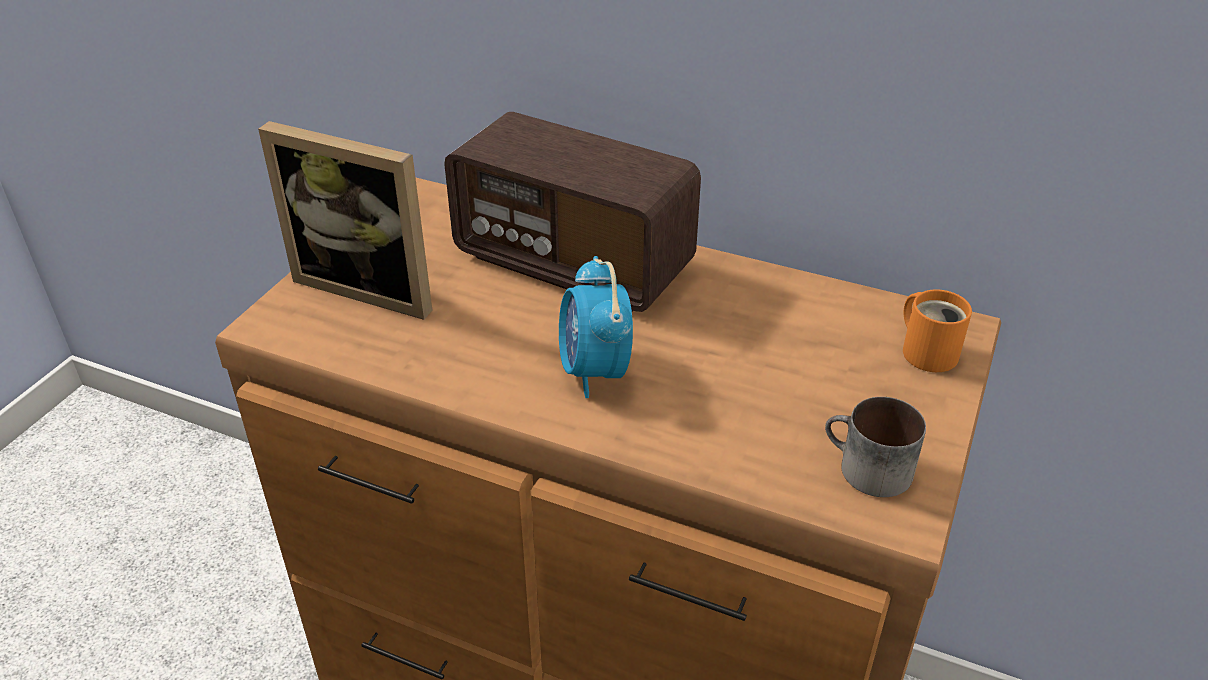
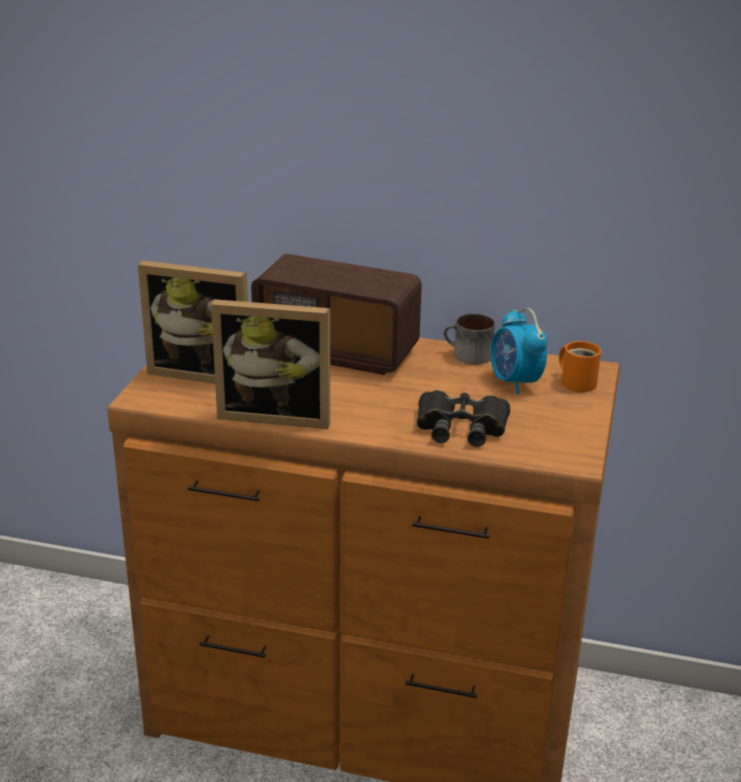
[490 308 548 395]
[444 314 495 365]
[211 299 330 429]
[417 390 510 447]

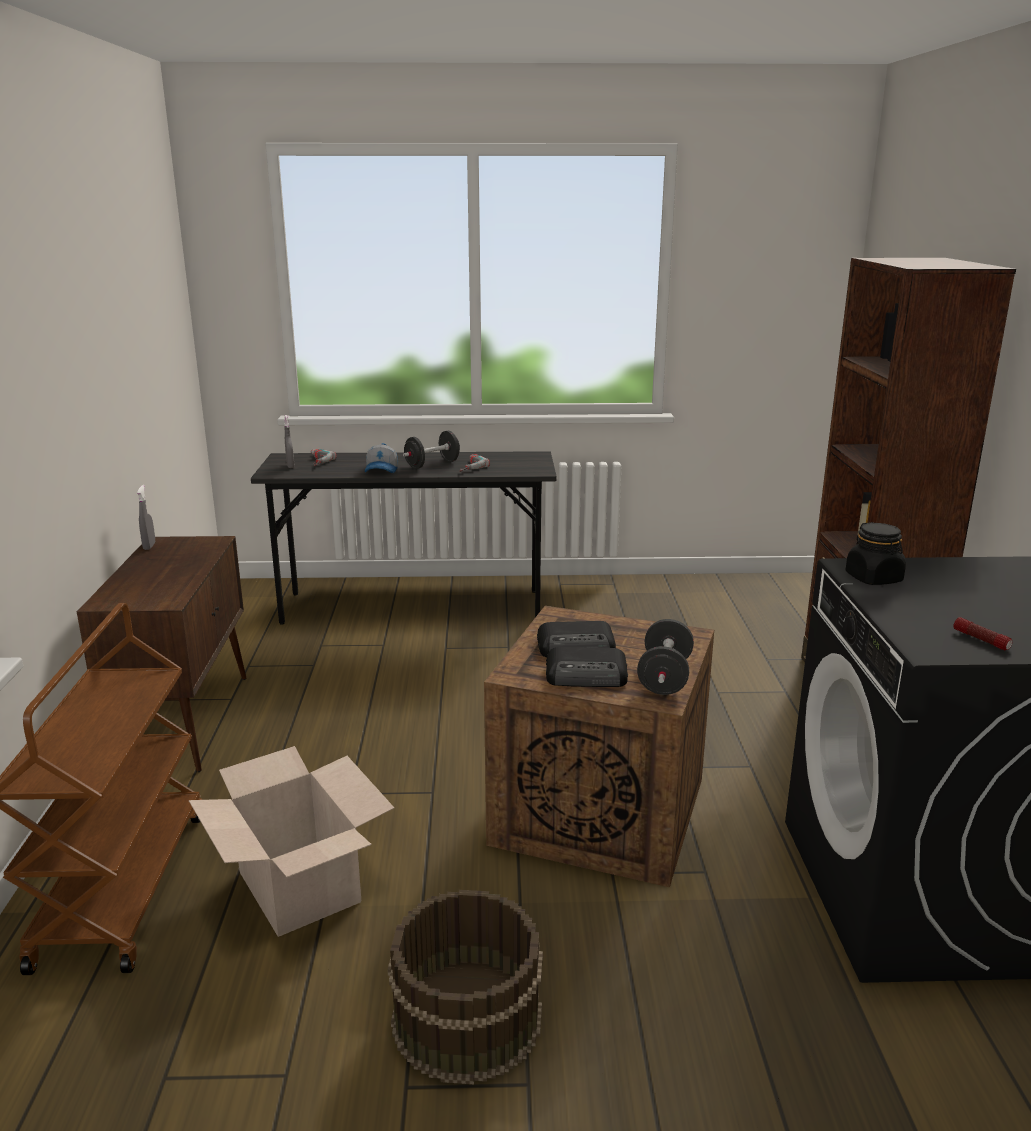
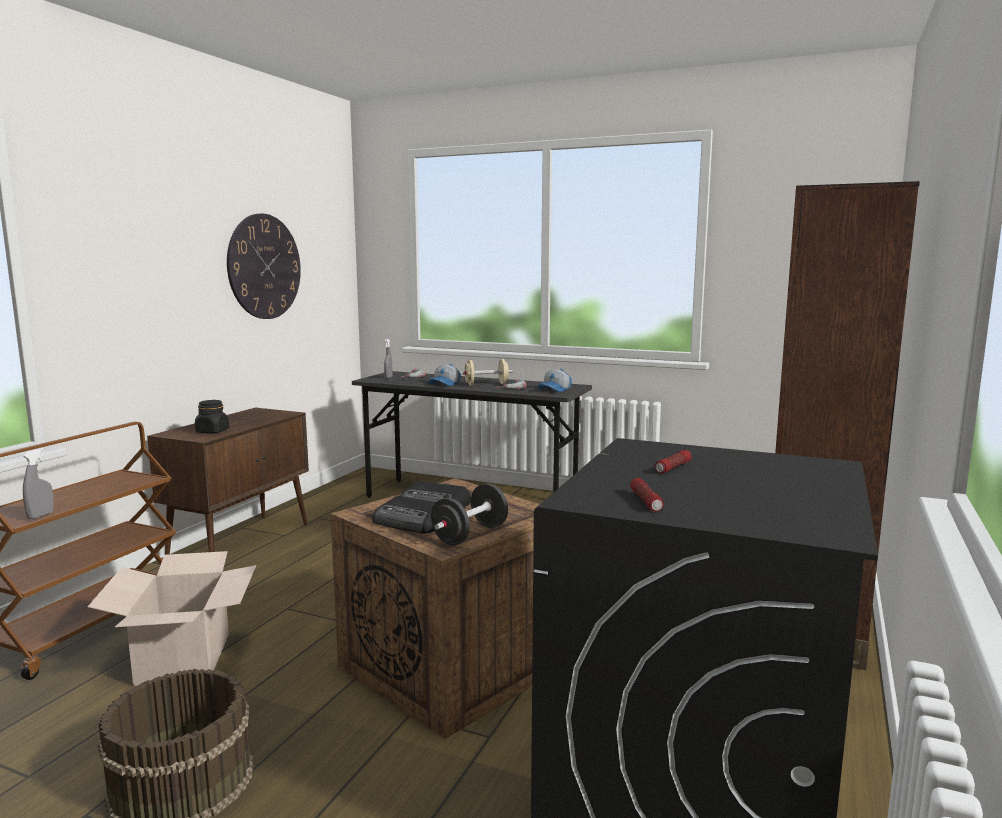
[460 359 513 385]
[23 448 54 519]
[195 400 229 434]
[227 214 301 319]
[538 369 572 392]
[655 450 692 474]

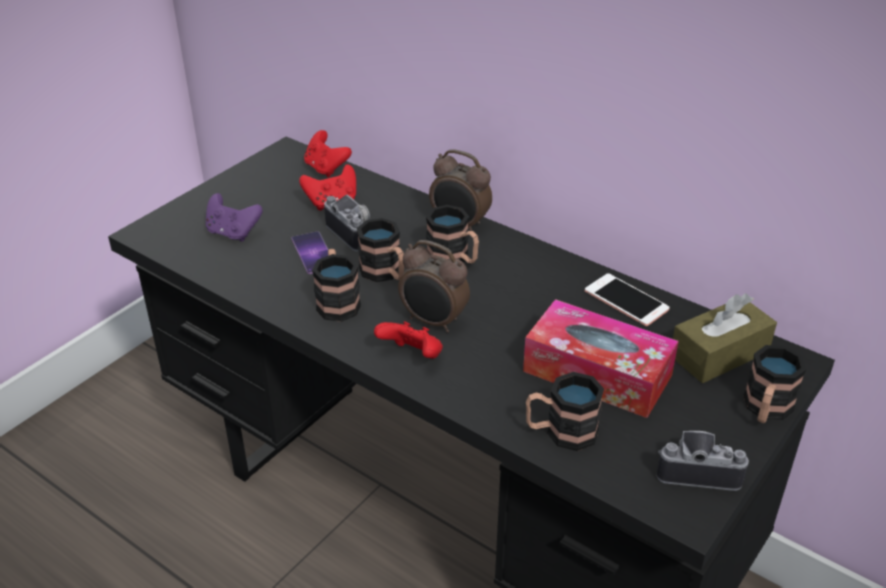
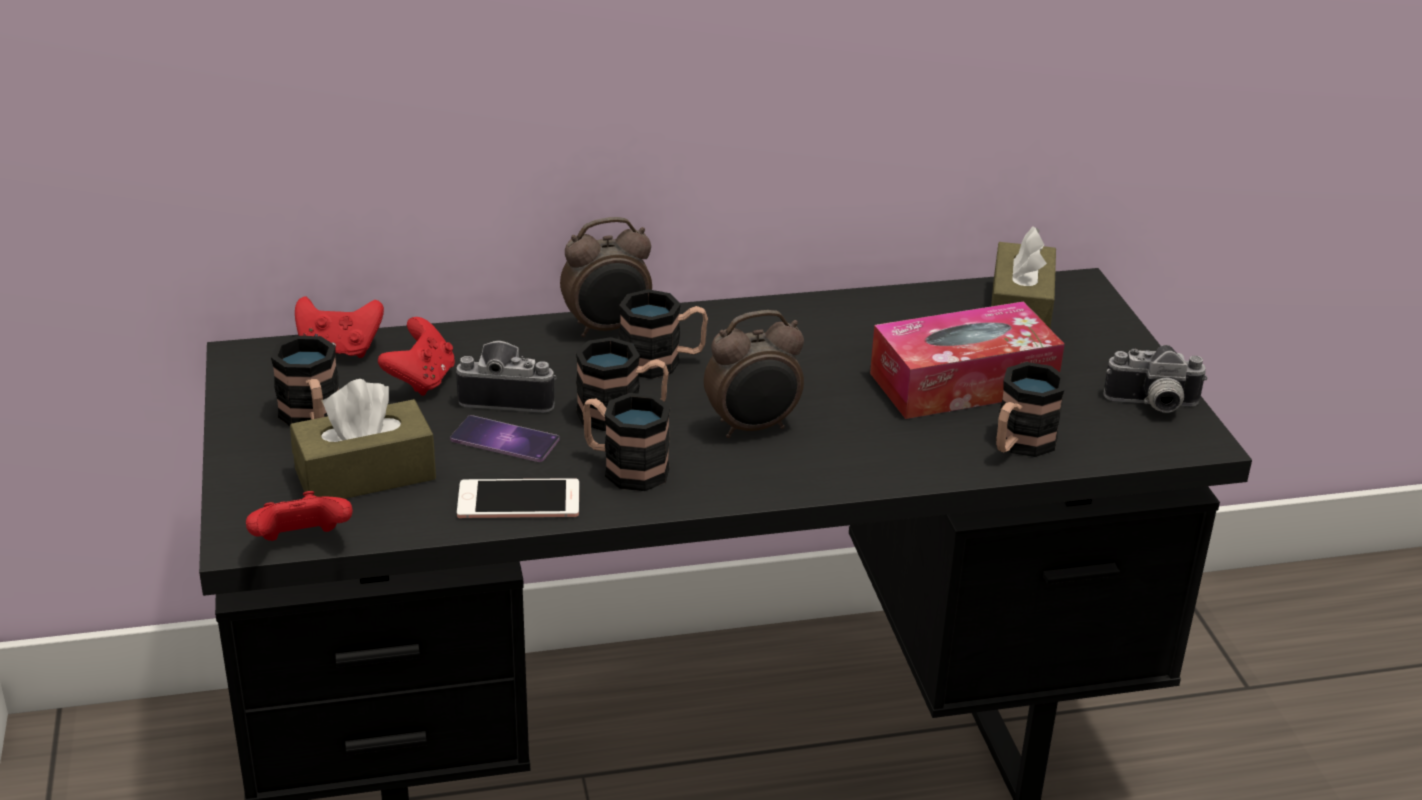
[290 379 436 499]
[457 478 579 518]
[246 491 353 541]
[271 336 339 426]
[1103 345 1208 413]

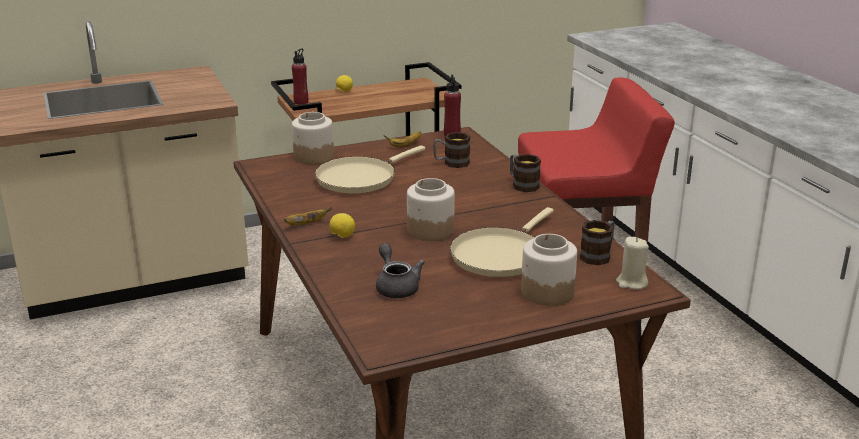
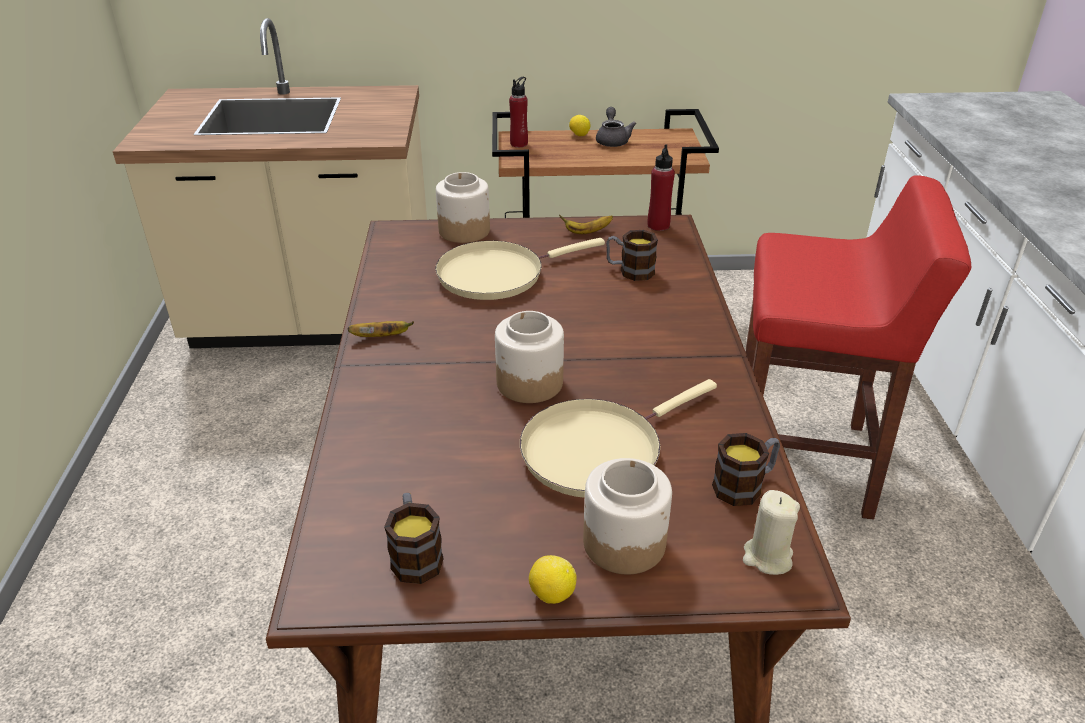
[384 493 444 584]
[529 555 577 604]
[596 107 636 147]

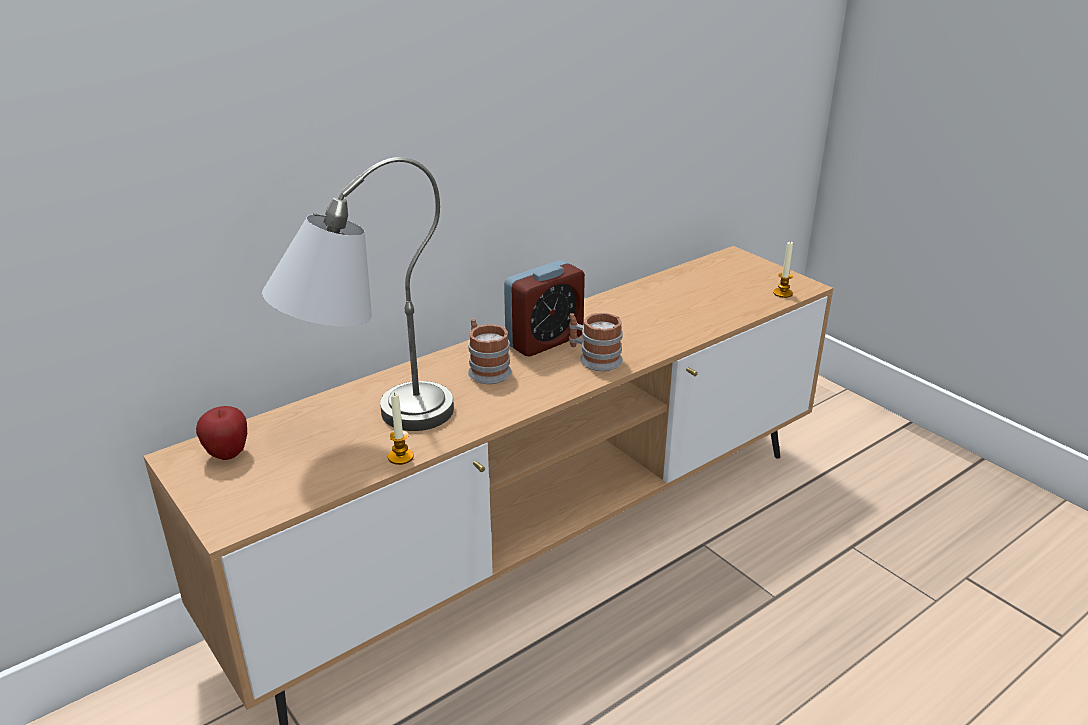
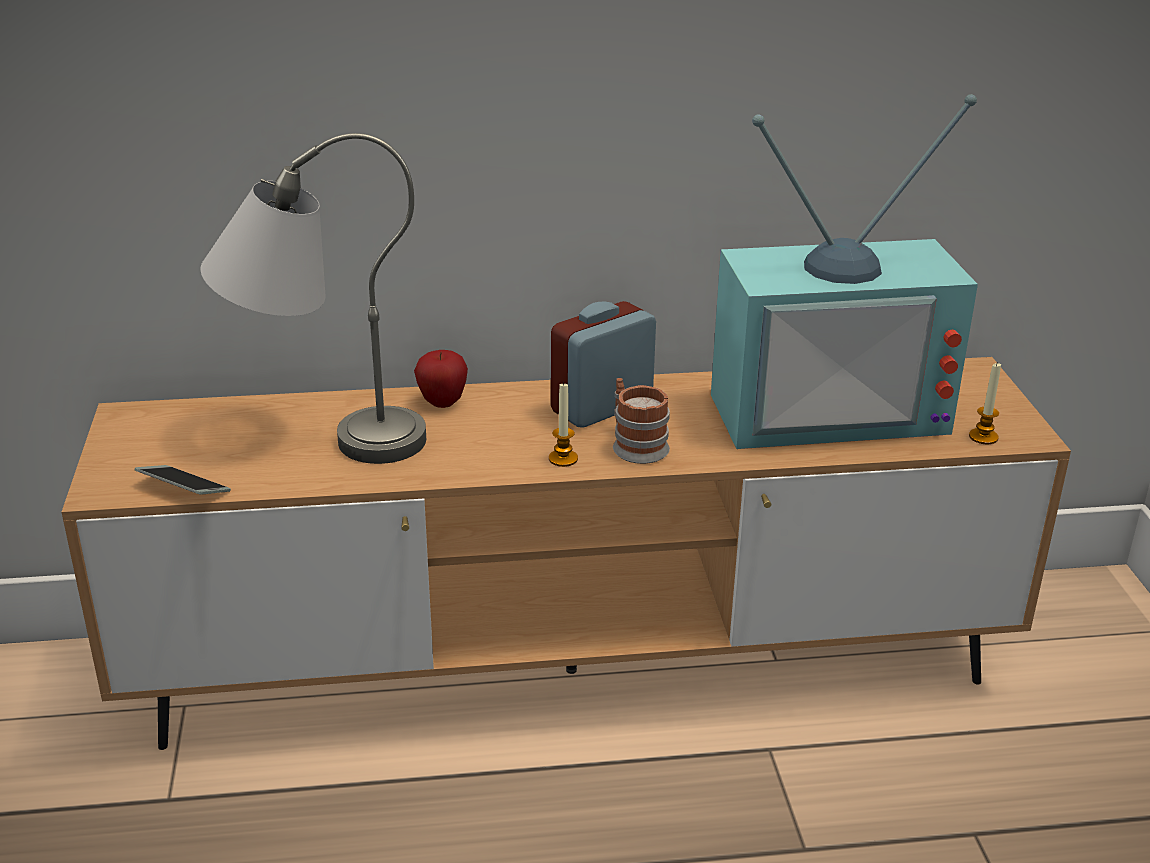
[551 301 656 428]
[468 319 512 384] (first image)
[549 382 578 467]
[414 350 468 408]
[711 94 978 449]
[135 465 231 495]

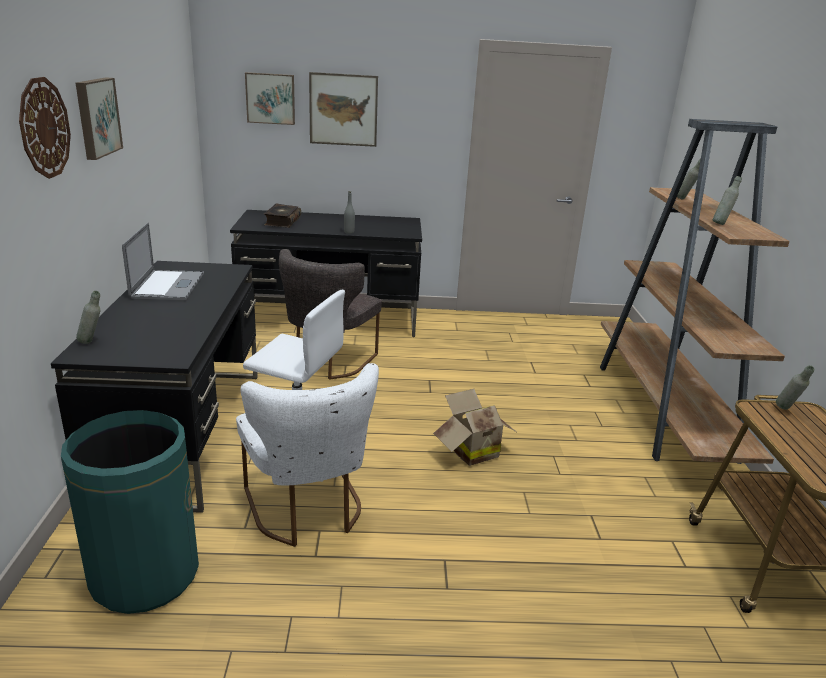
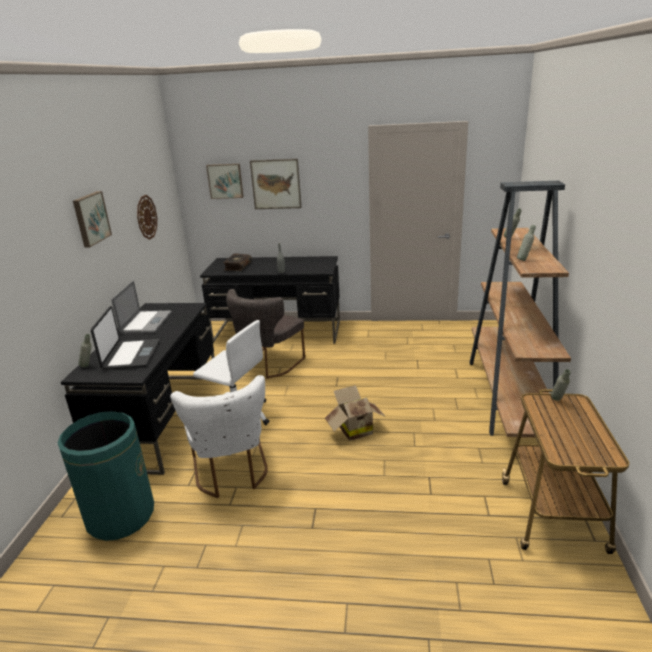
[137 195 157 240]
[91 306 160 370]

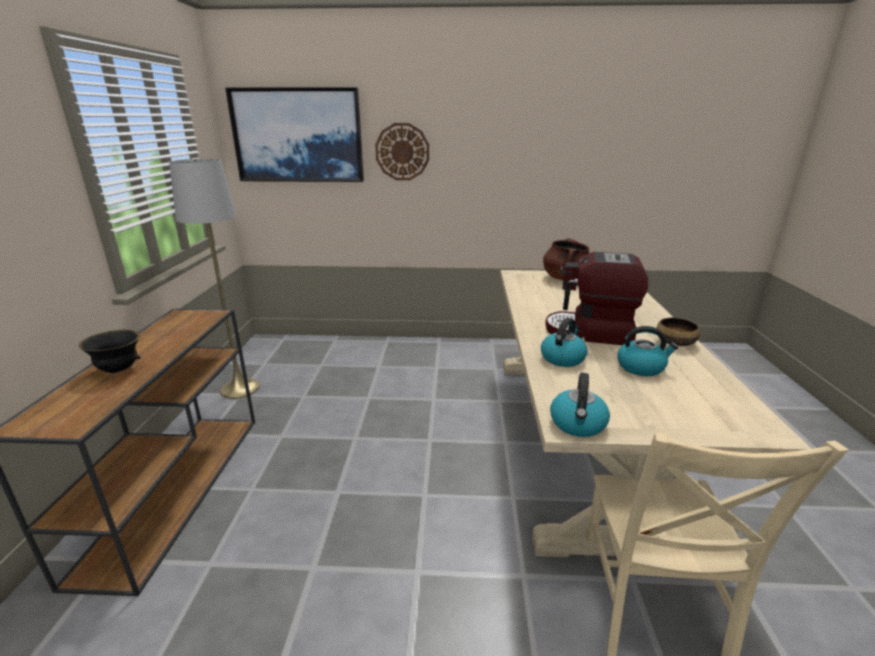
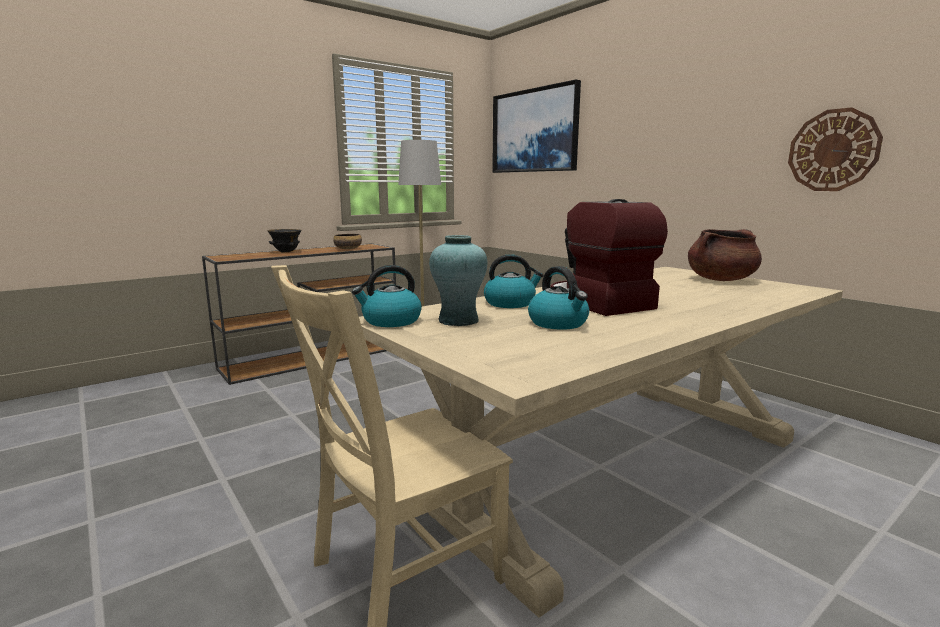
[788 107 883 191]
[333 234 362 249]
[429 235 487 326]

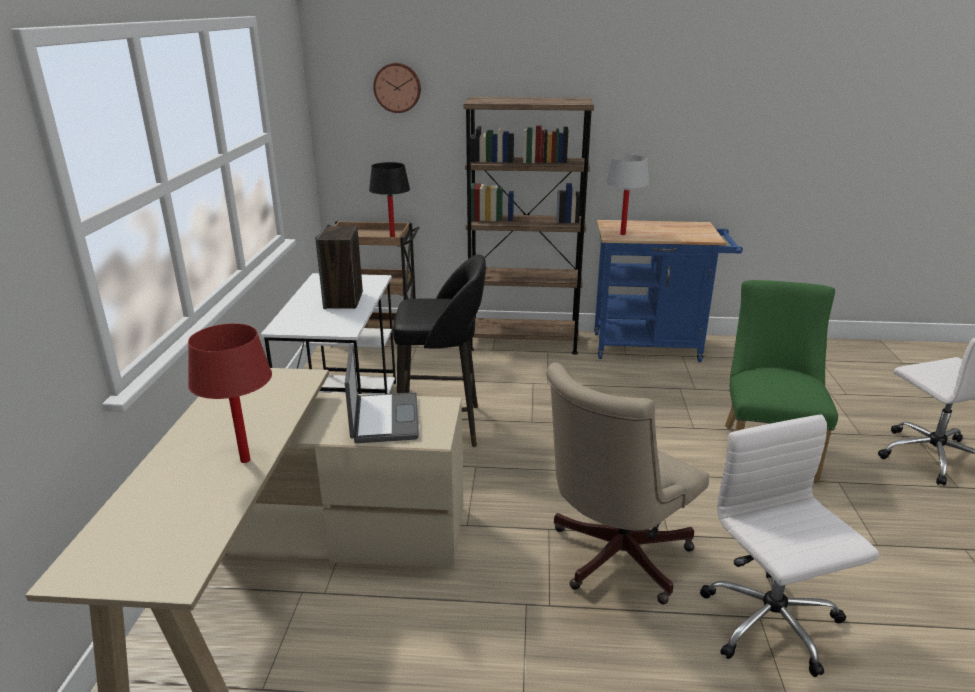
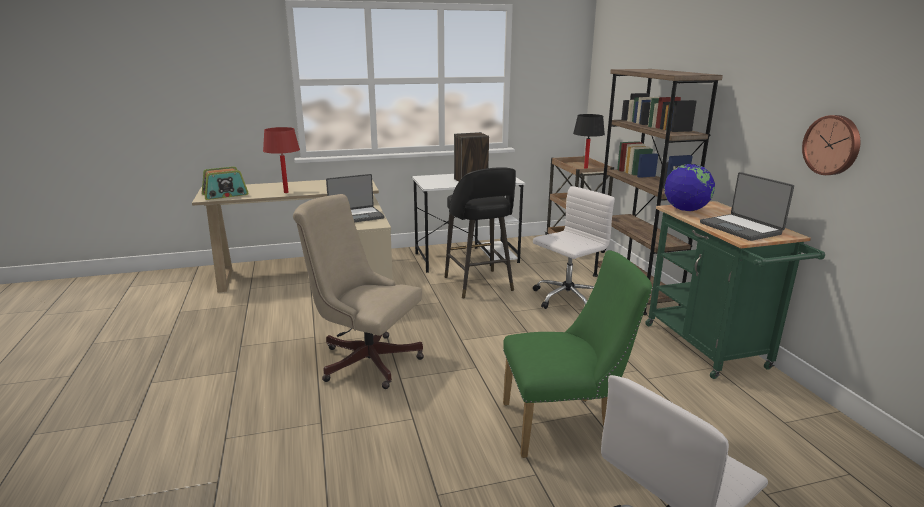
[802 115 860 175]
[664 164 715 211]
[645 201 825 379]
[533 186 615 309]
[202 166 249 200]
[700 172 794 241]

